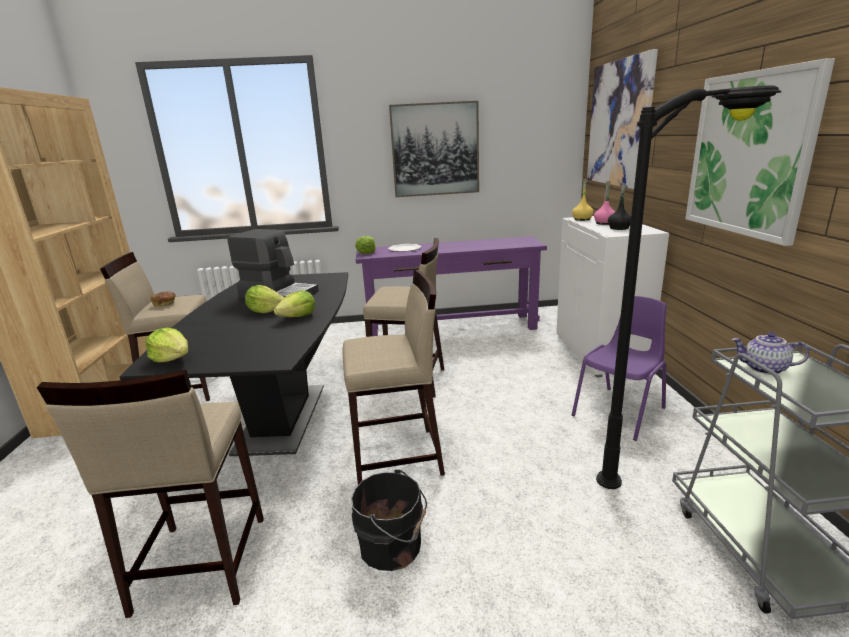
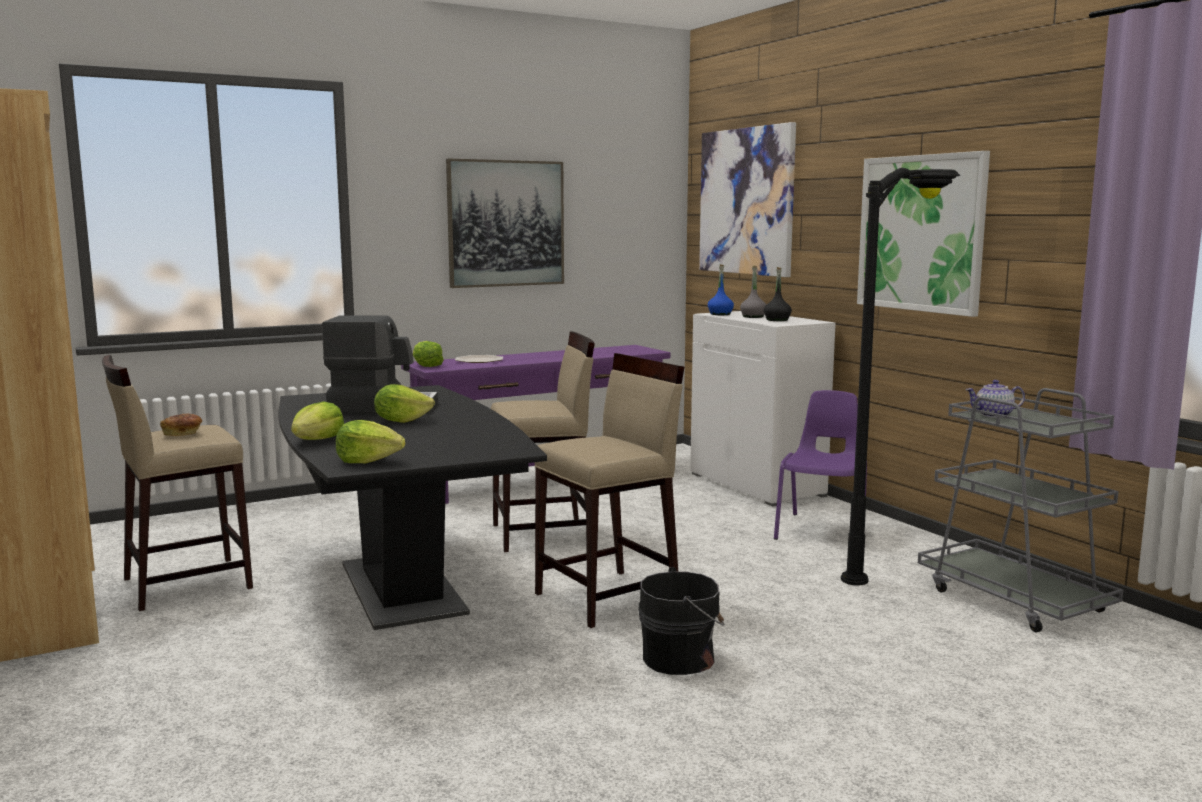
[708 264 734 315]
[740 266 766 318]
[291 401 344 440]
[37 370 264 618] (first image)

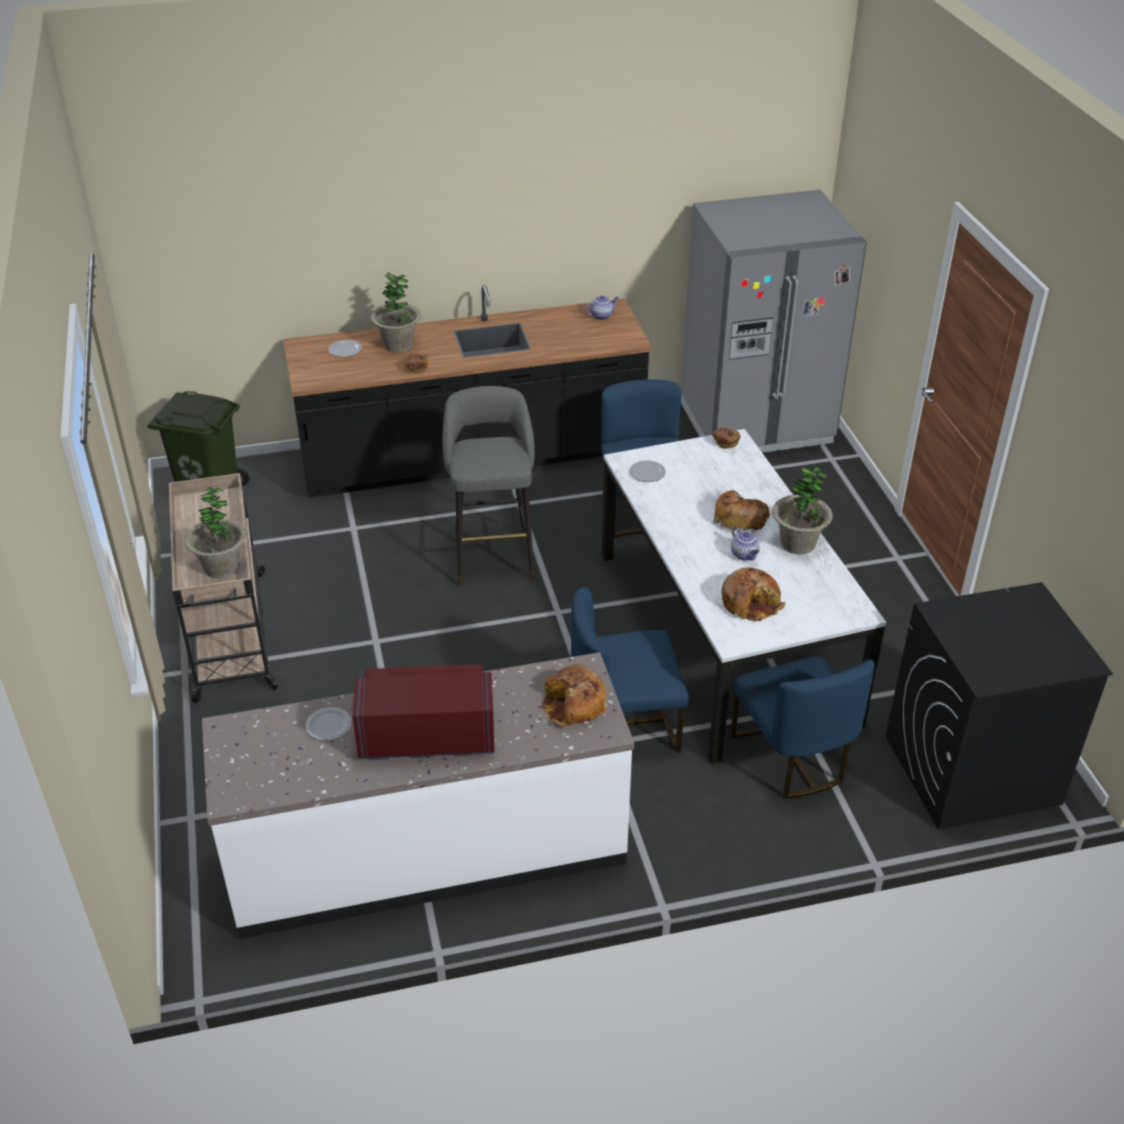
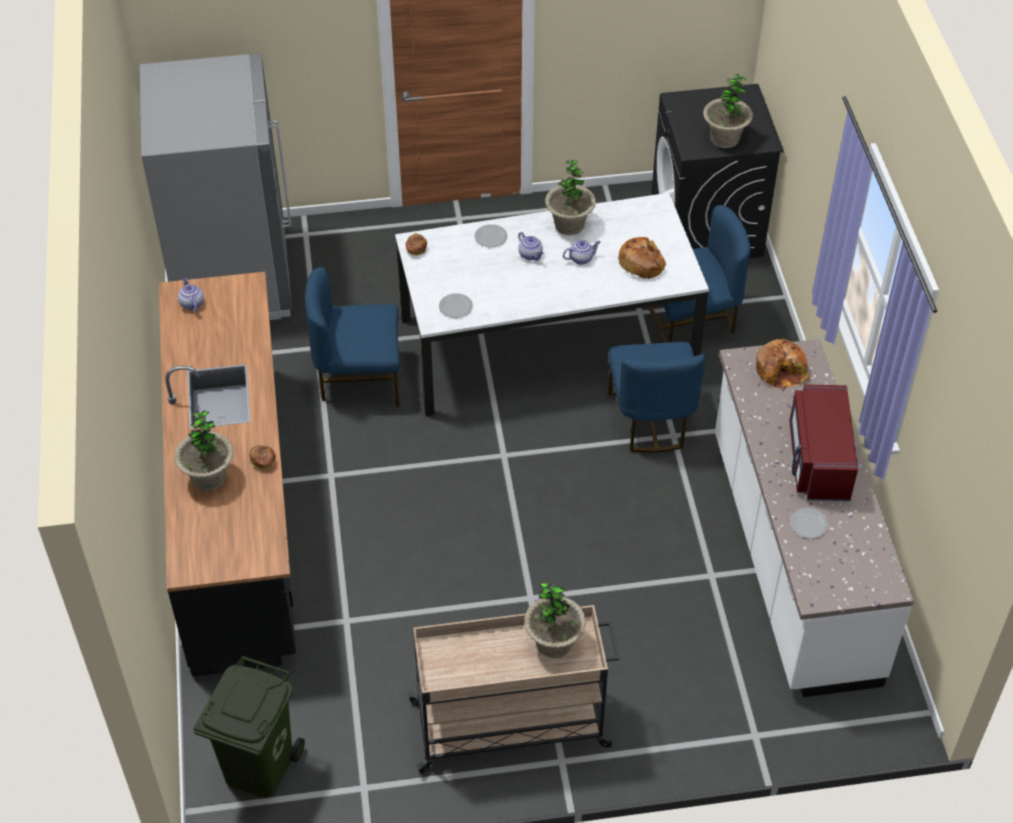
[475 224 507 247]
[442 386 535 586] (first image)
[518 232 543 260]
[703 74 753 148]

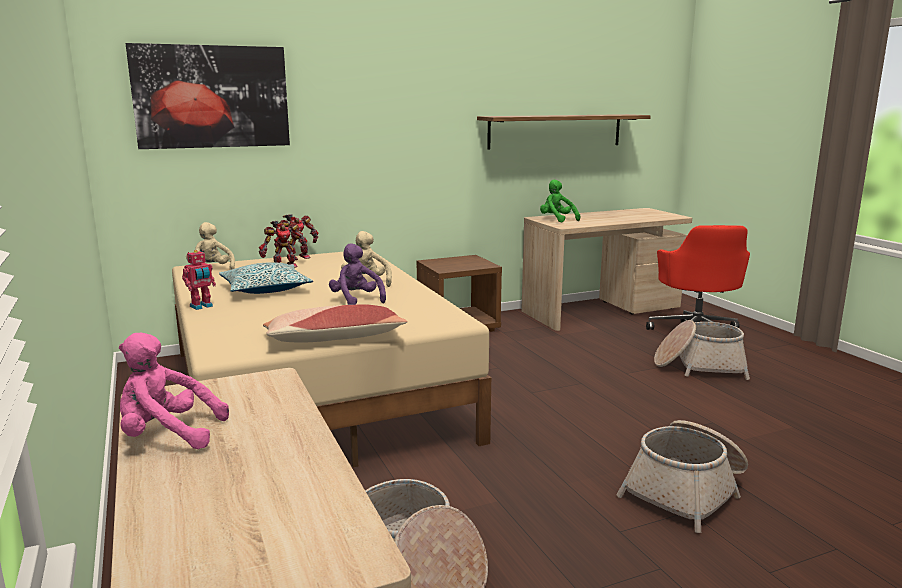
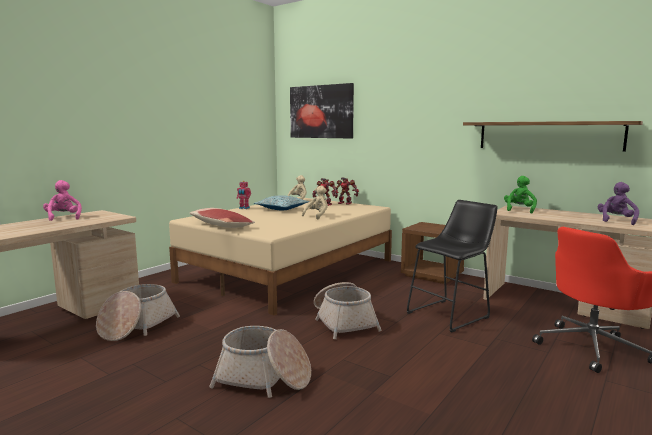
[597 182 639 225]
[314 282 382 339]
[407 200 497 332]

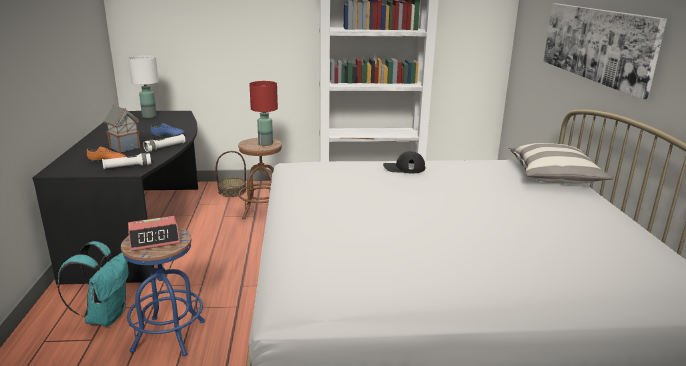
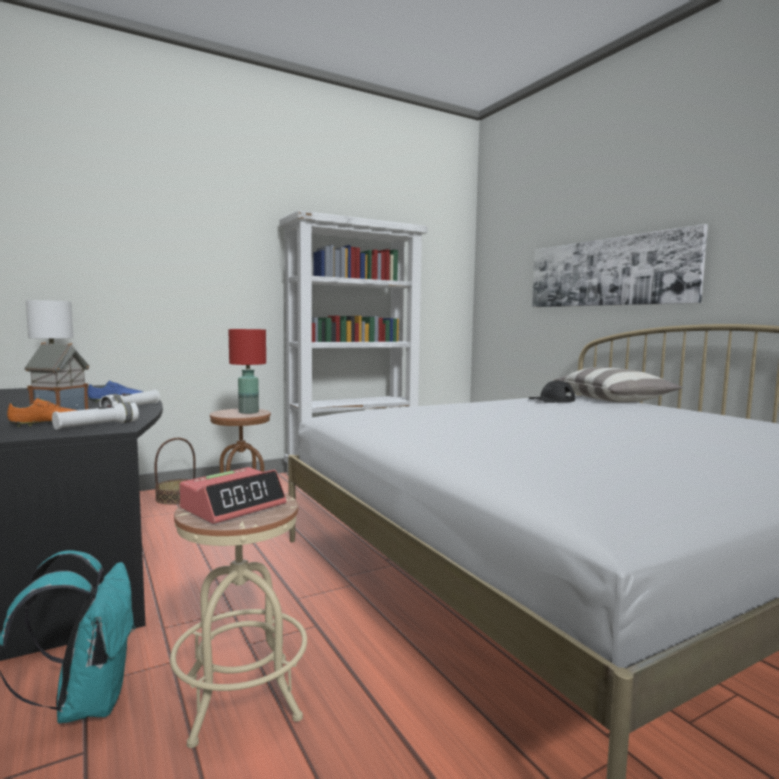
[529 380 575 403]
[170 494 307 748]

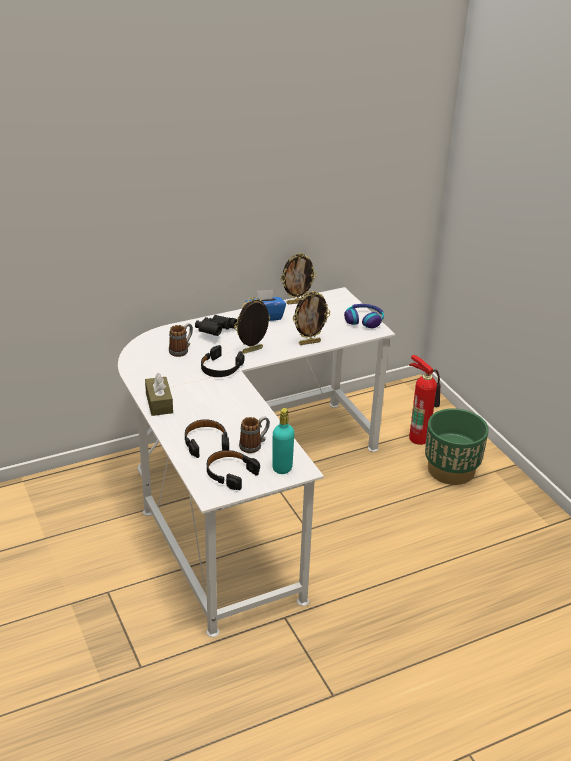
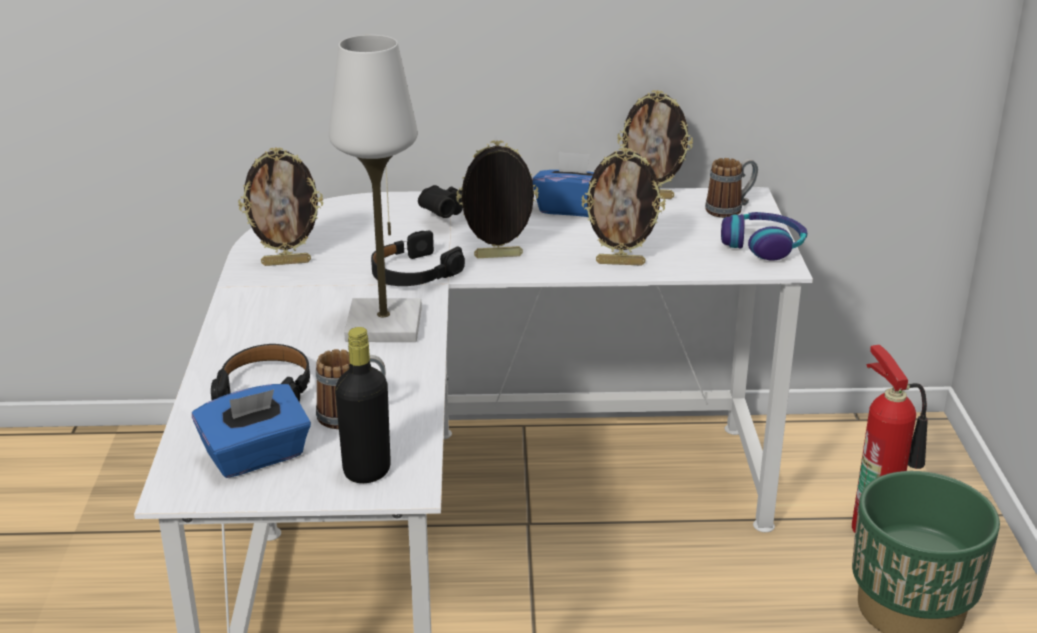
[705 158 758 218]
[145 373 173 416] (first image)
[335 327 391 483]
[192 384 311 478]
[329 35 422 342]
[238 147 323 266]

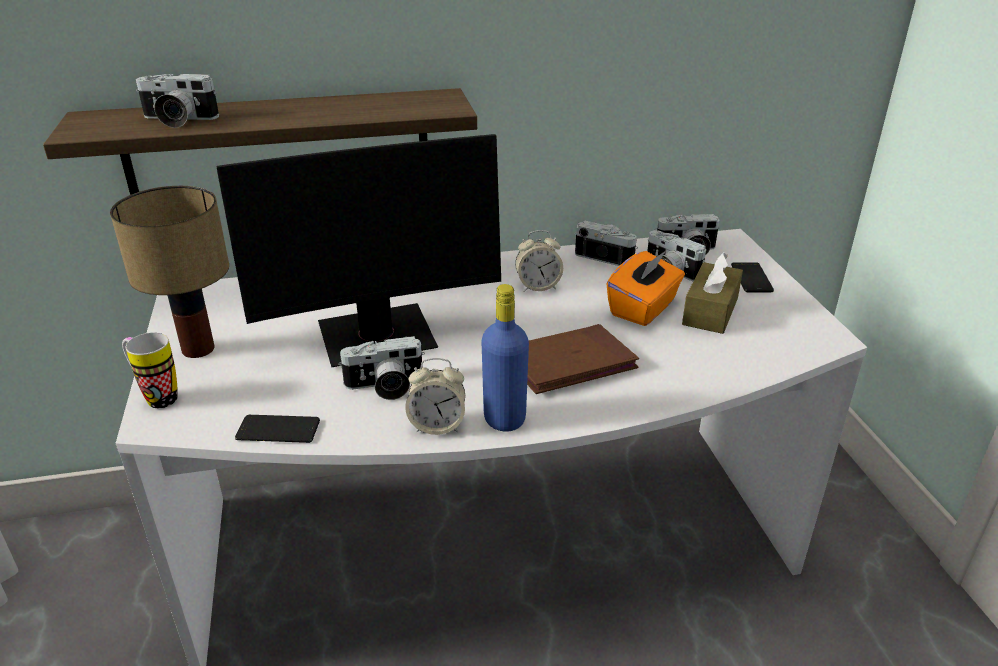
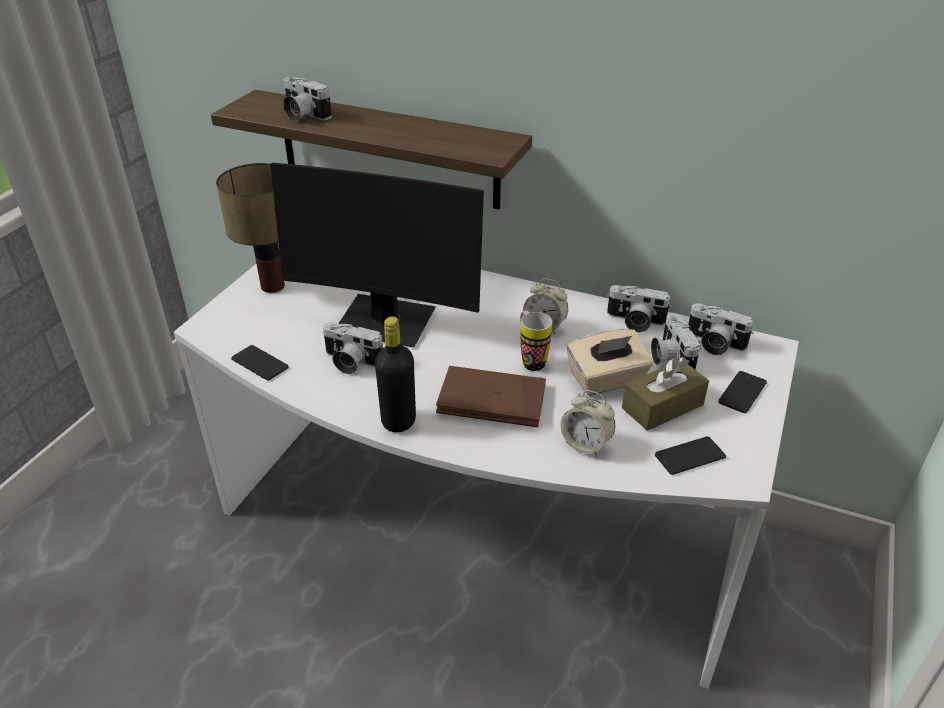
[607 285 671 333]
[567 329 653 396]
[375 316 416 432]
[520 311 552 371]
[560 390 615 457]
[655 436 726 475]

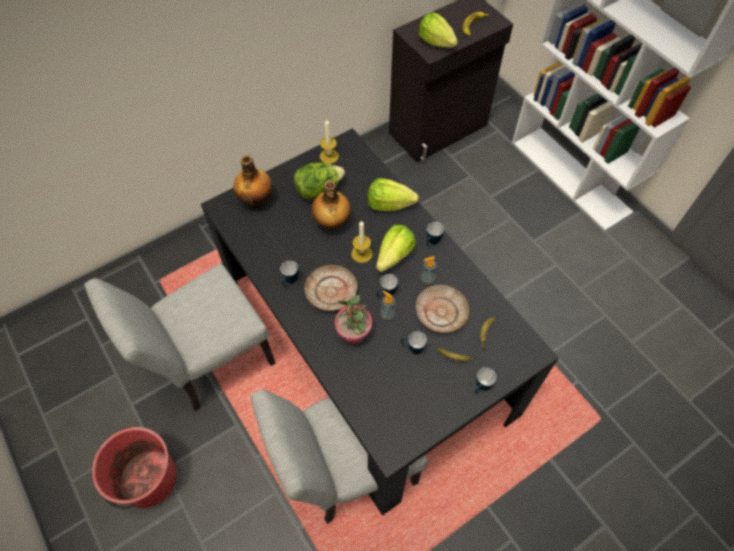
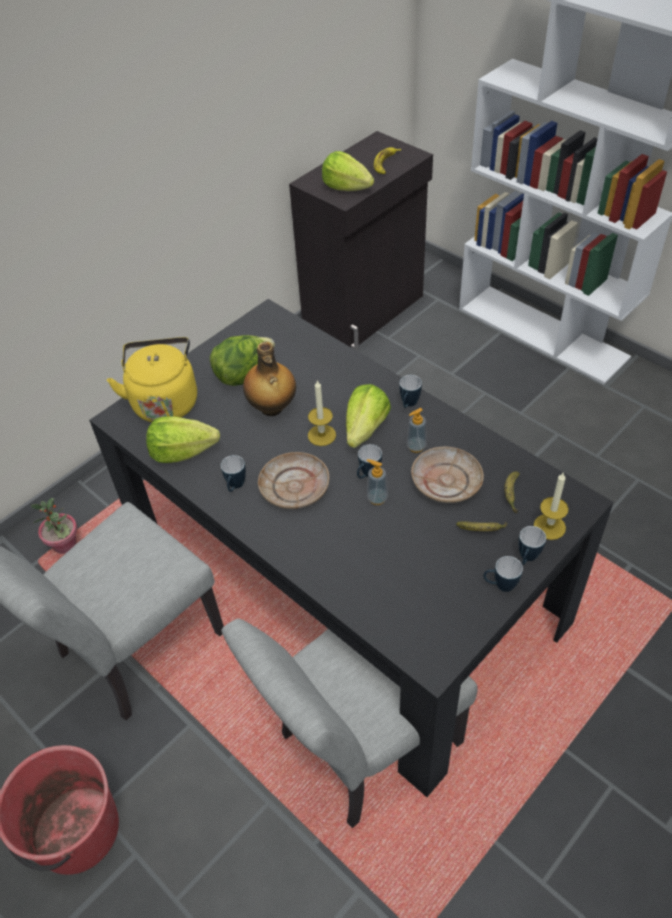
[534 473 569 540]
[107 337 197 422]
[146 416 220 463]
[31 498 77 554]
[483 556 523 592]

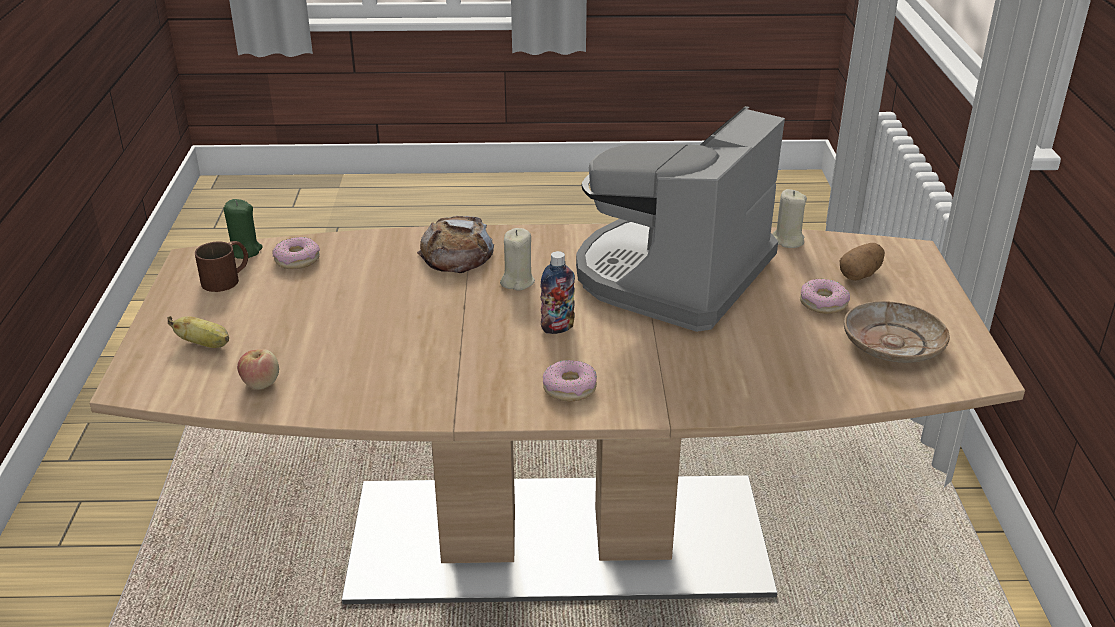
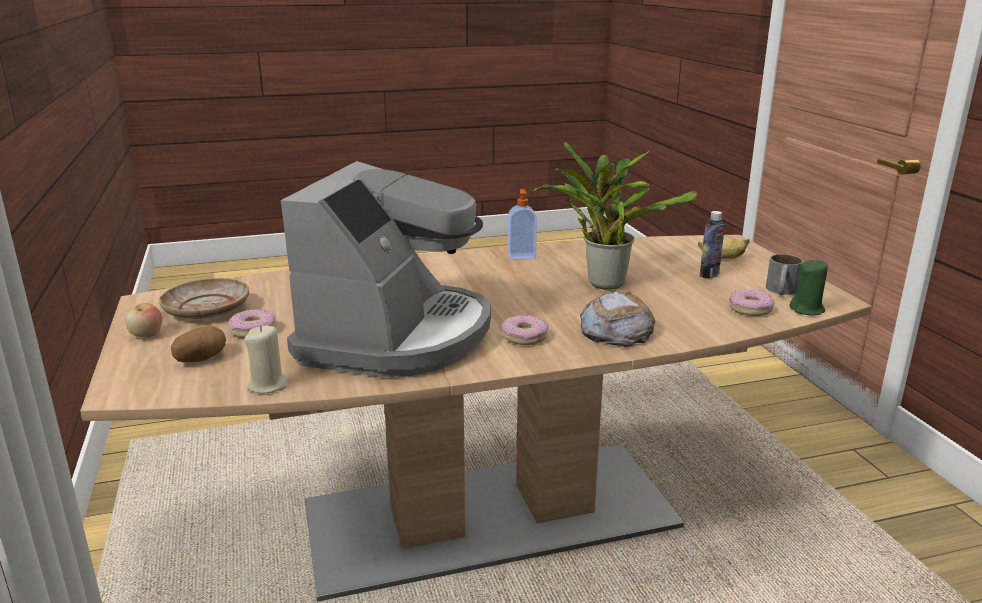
[500 228 535 291] (first image)
[766 254 803 295]
[699 211 725 278]
[125 303 162 337]
[502 315 549 345]
[534 142 697 289]
[508 189 537 260]

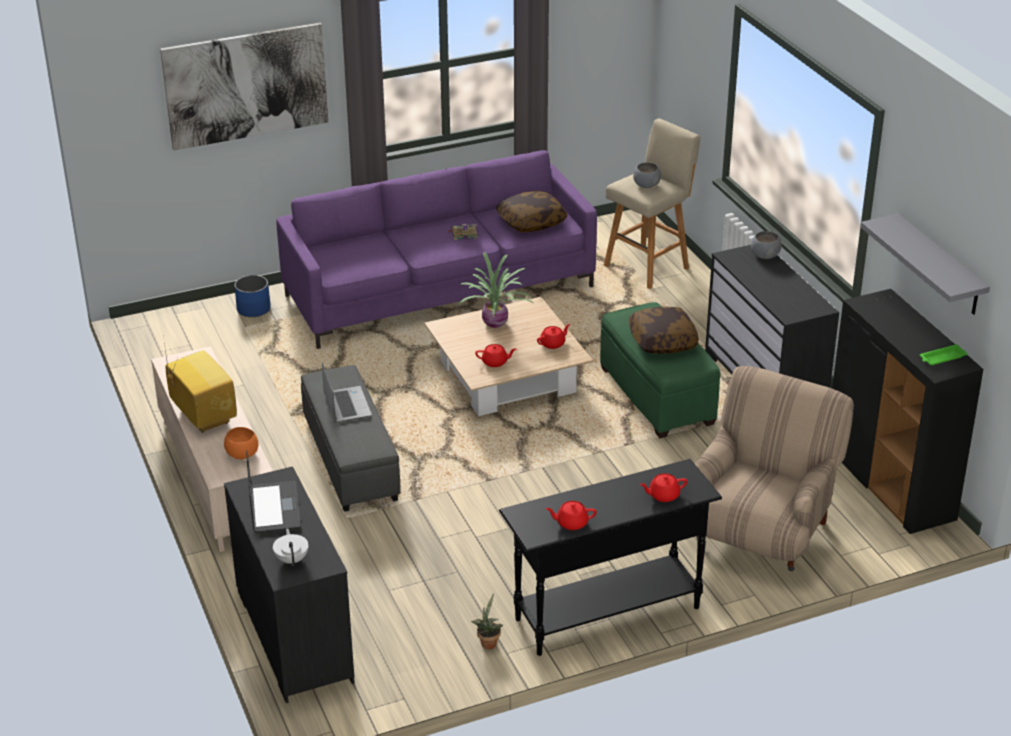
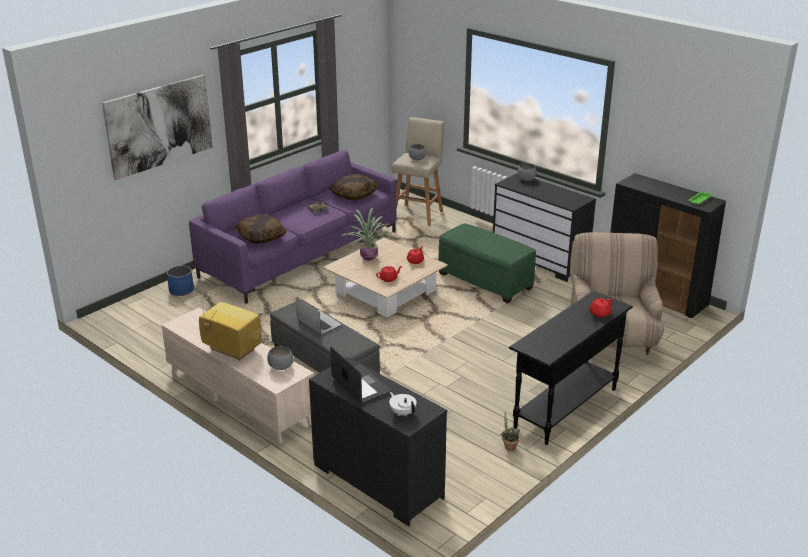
[860 214 990 315] (first image)
[235 214 287 244]
[267 346 294 370]
[545 501 597 530] (first image)

